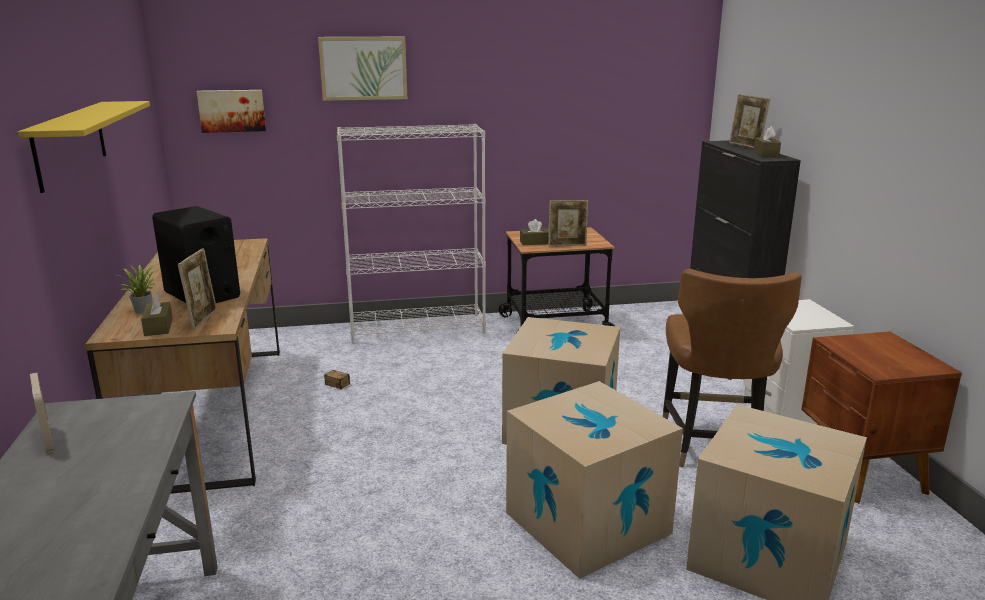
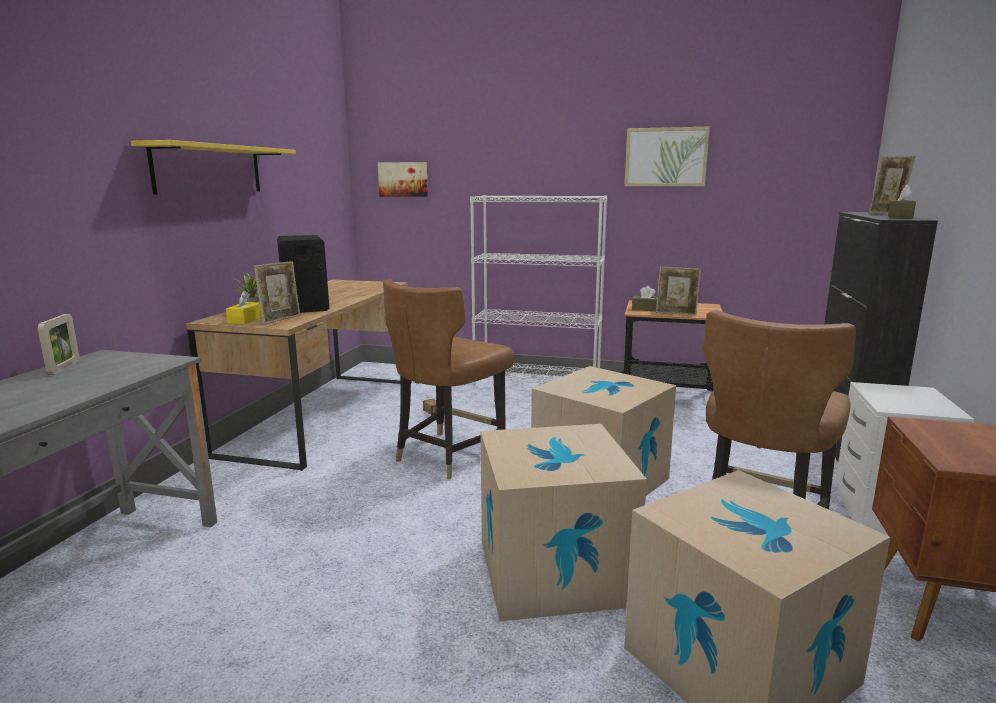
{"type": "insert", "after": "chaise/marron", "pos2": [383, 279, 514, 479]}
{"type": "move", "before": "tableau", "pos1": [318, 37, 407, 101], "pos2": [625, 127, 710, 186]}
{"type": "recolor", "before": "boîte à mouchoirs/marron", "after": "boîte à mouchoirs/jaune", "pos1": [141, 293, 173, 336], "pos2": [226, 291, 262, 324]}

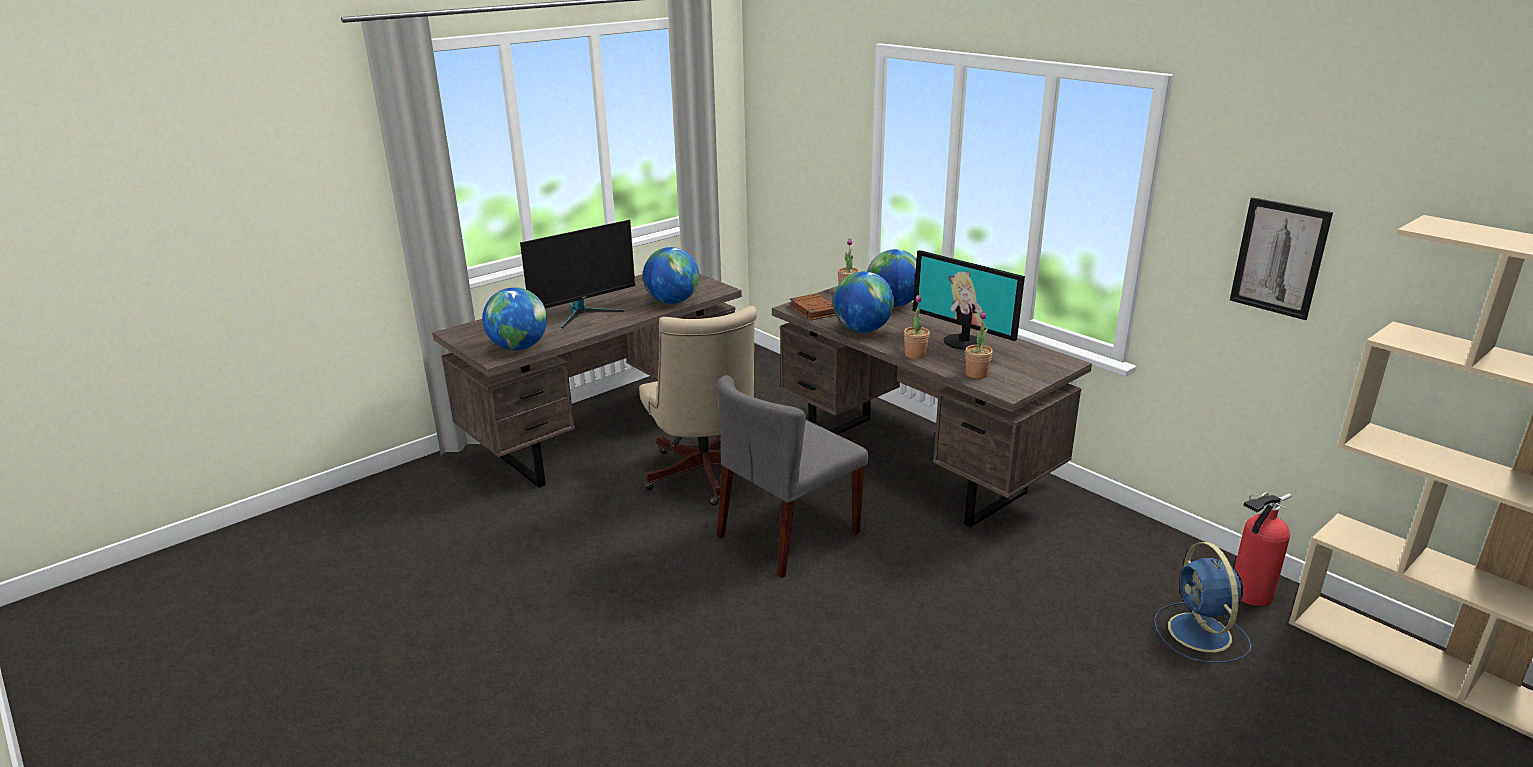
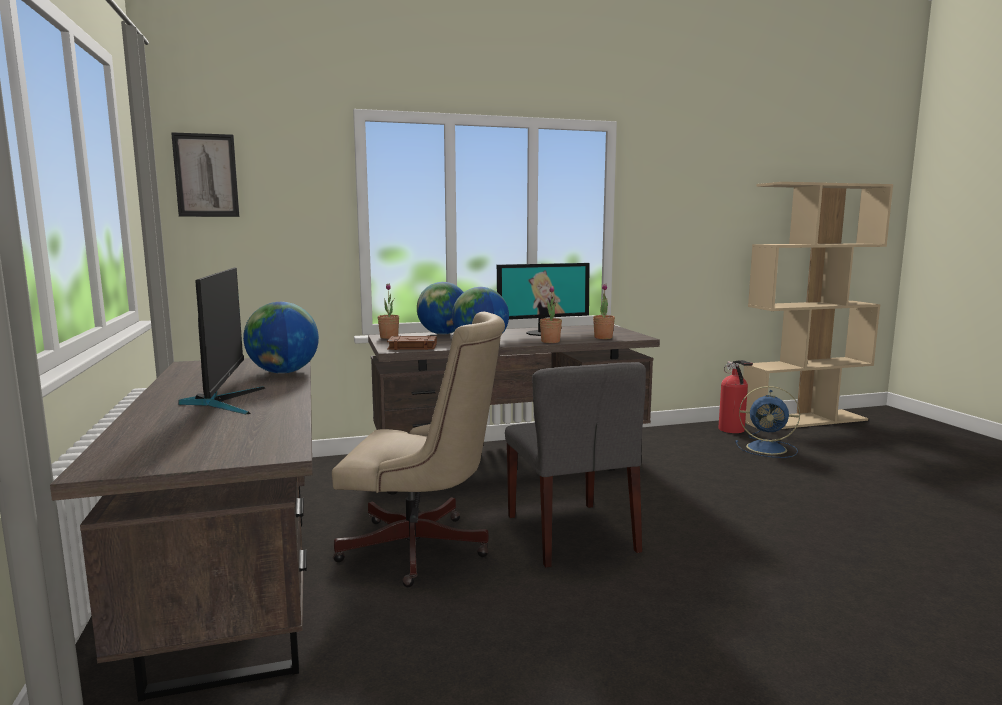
{"type": "delete", "before": "globe", "pos1": [482, 287, 547, 350]}
{"type": "move", "before": "tableau", "pos1": [1230, 197, 1333, 320], "pos2": [171, 132, 239, 217]}

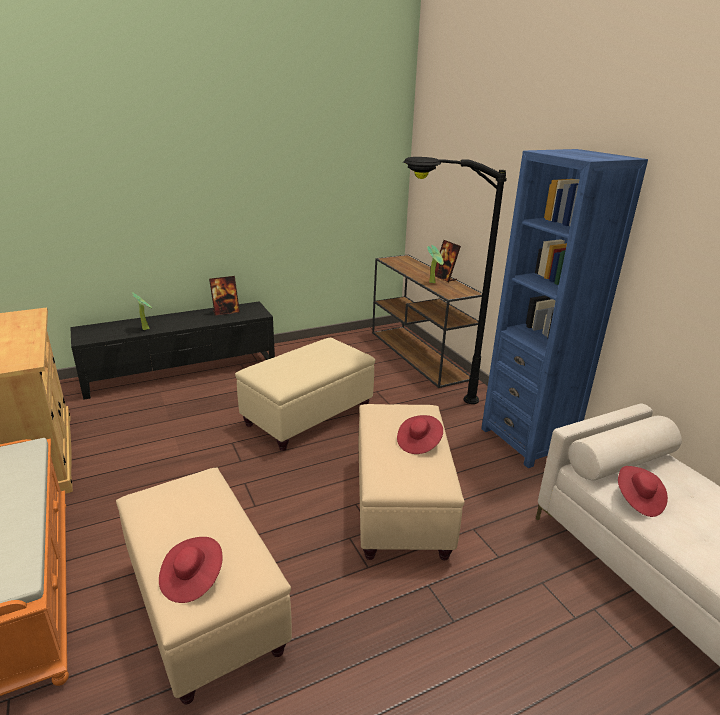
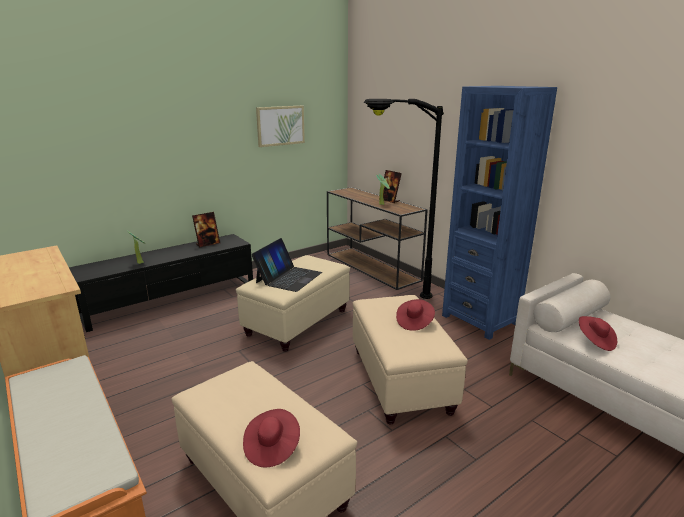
{"type": "insert", "after": "ordinateur portable", "pos2": [251, 238, 322, 292]}
{"type": "insert", "after": "tableau", "pos2": [256, 106, 305, 147]}

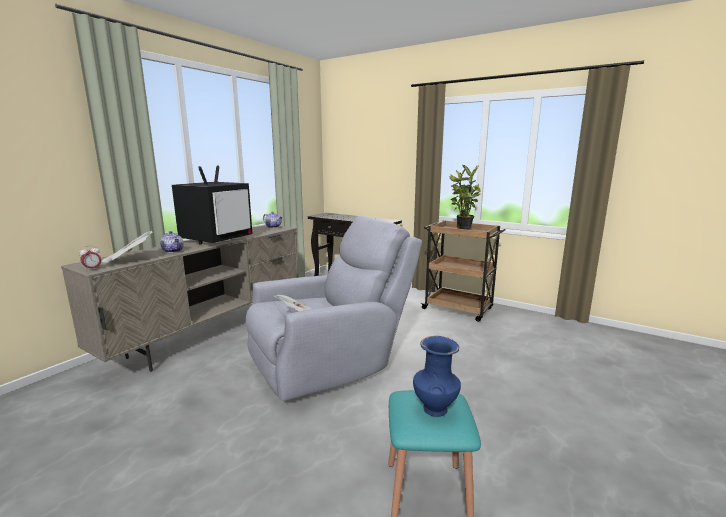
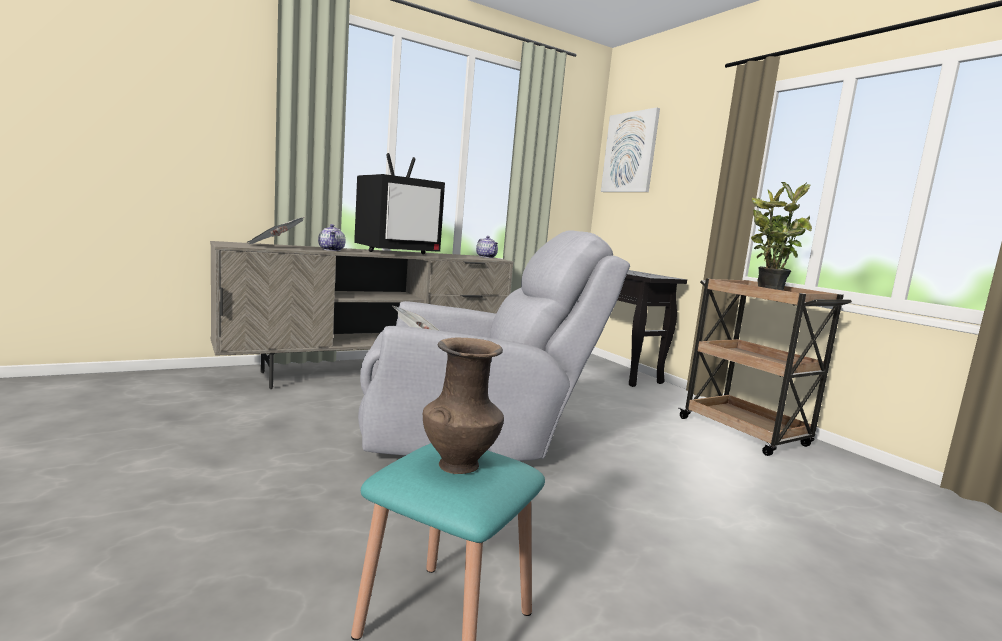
{"type": "delete", "before": "réveil", "pos1": [79, 246, 101, 270]}
{"type": "insert", "after": "tableau", "pos2": [601, 107, 660, 192]}
{"type": "recolor", "before": "vase/bleu", "after": "vase/marron", "pos1": [413, 336, 461, 417], "pos2": [423, 337, 504, 474]}

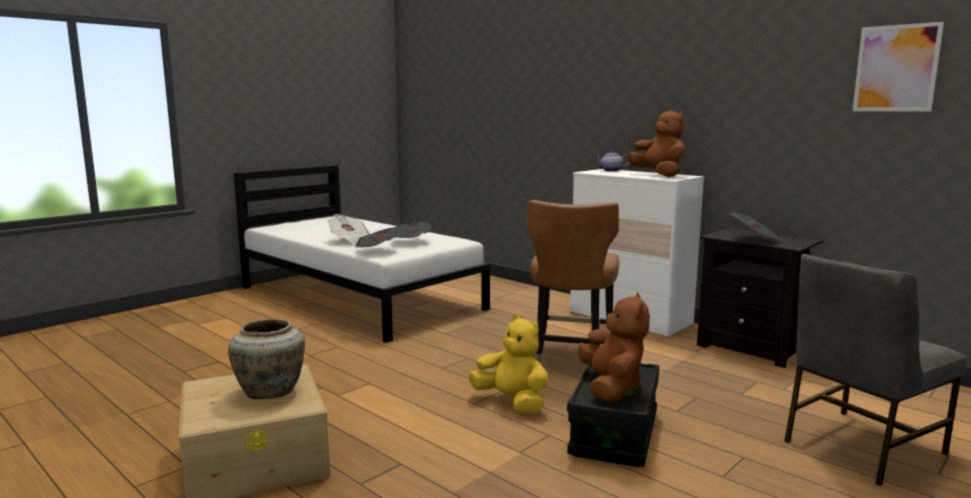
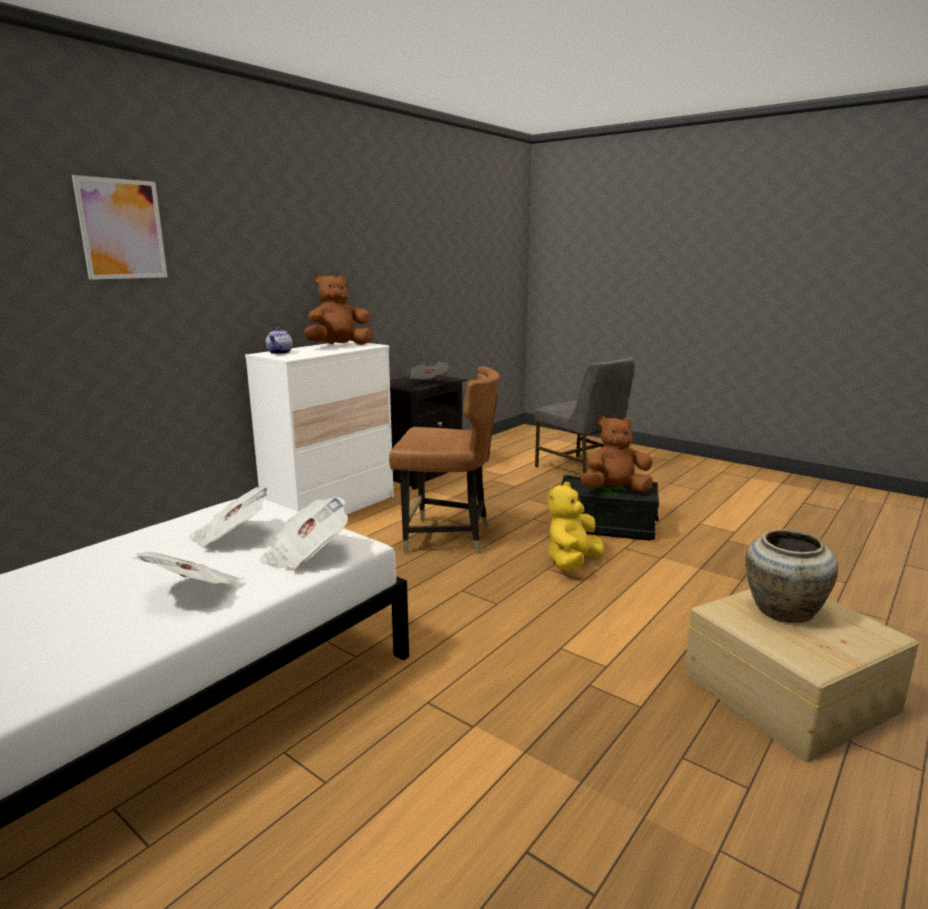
{"type": "move", "before": "tableau", "pos1": [852, 22, 944, 112], "pos2": [72, 175, 167, 280]}

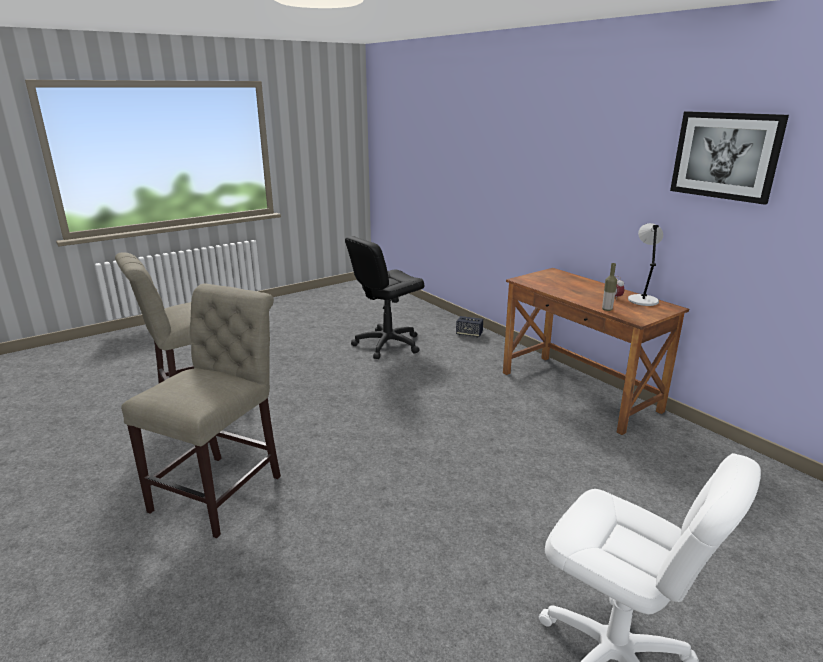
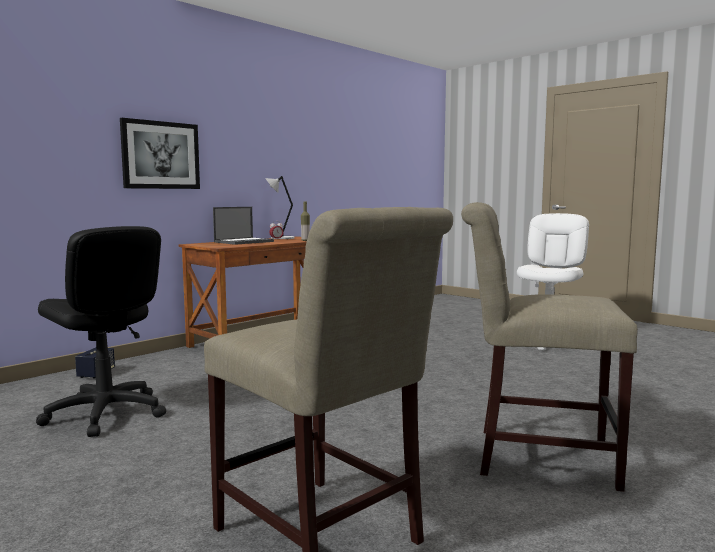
{"type": "insert", "after": "ordinateur portable", "pos2": [213, 207, 274, 245]}
{"type": "move", "before": "tableau", "pos1": [670, 111, 789, 205], "pos2": [120, 118, 200, 189]}

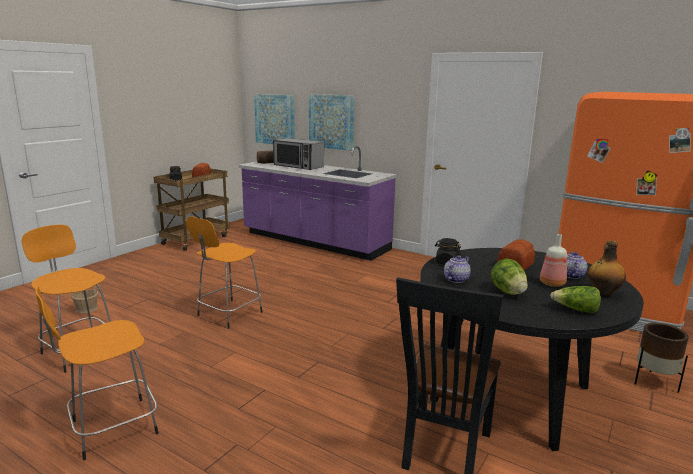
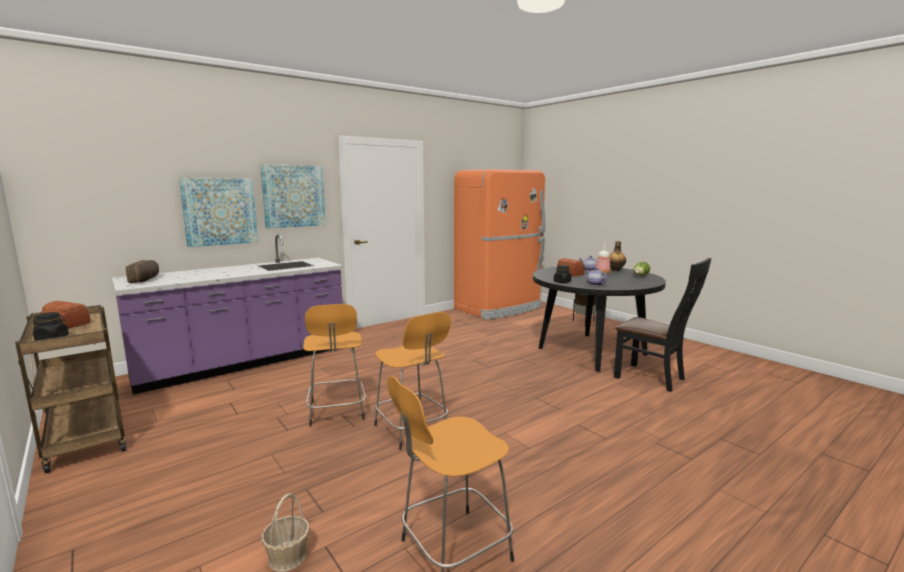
{"type": "delete", "before": "micro-ondes", "pos1": [273, 138, 324, 170]}
{"type": "delete", "before": "laitue", "pos1": [491, 259, 528, 295]}
{"type": "move", "before": "tabouret/orange", "pos1": [35, 286, 159, 460], "pos2": [303, 304, 366, 427]}
{"type": "move", "before": "tableau", "pos1": [254, 94, 295, 144], "pos2": [260, 164, 326, 228]}

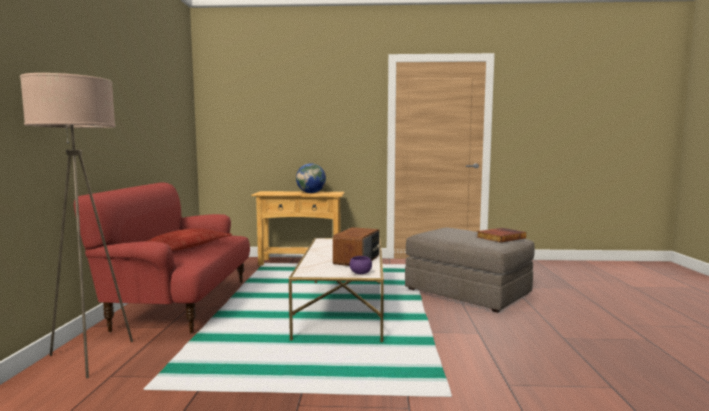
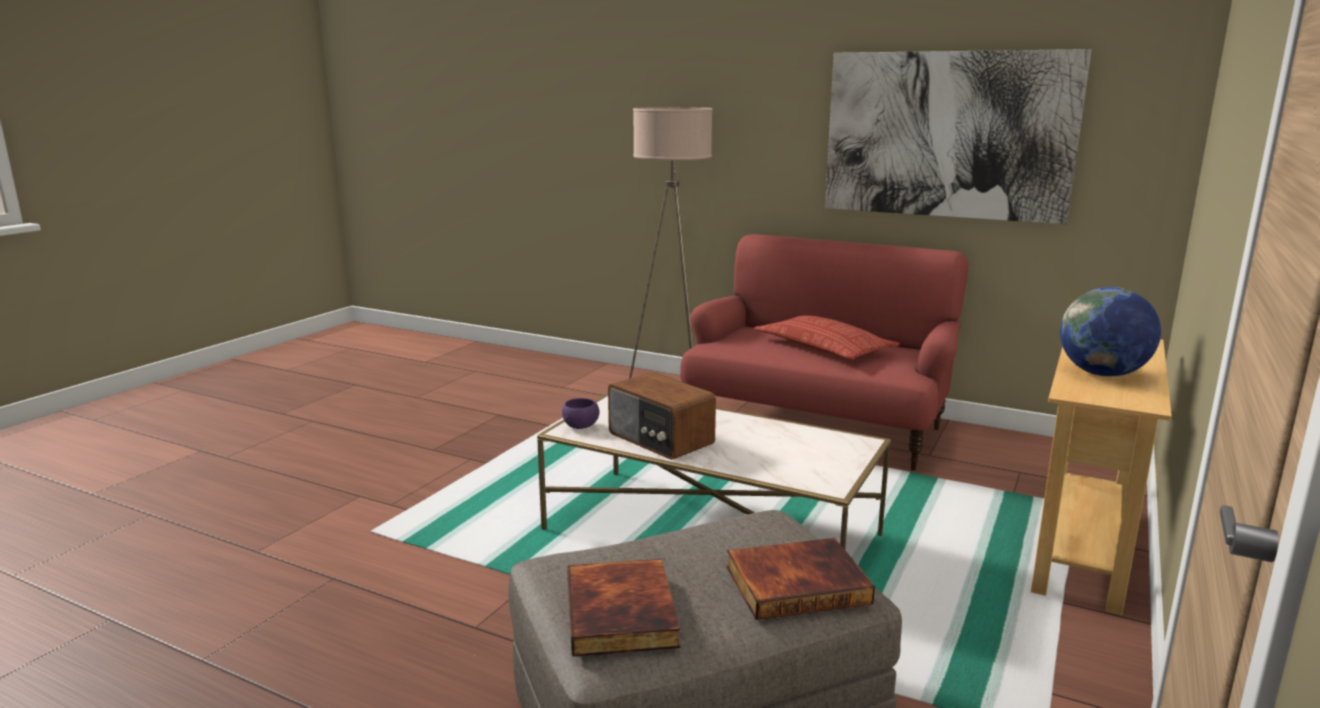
{"type": "insert", "after": "livre", "pos2": [726, 538, 875, 620]}
{"type": "insert", "after": "tableau", "pos2": [825, 49, 1091, 224]}

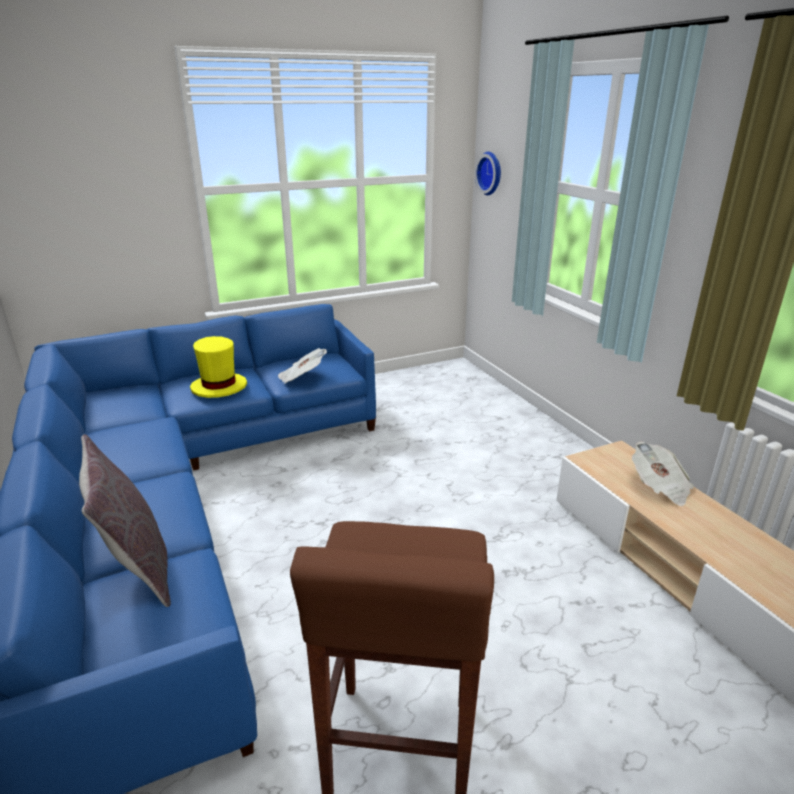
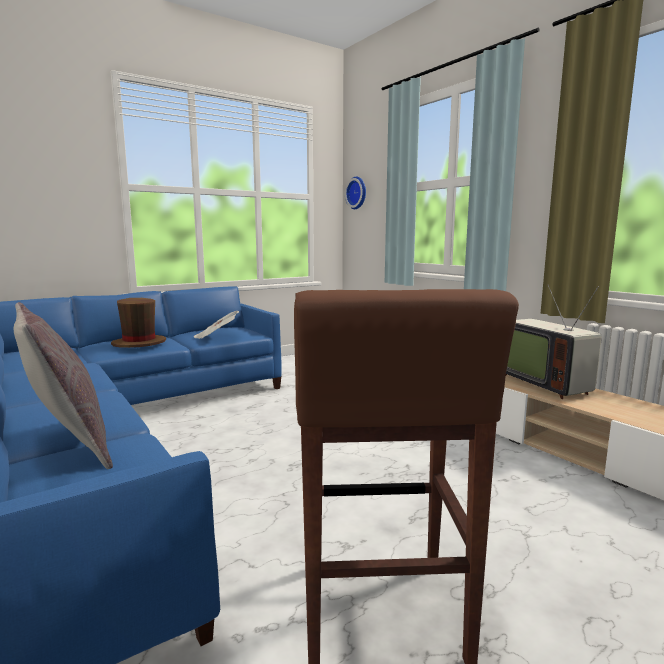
{"type": "replace", "before": "journal", "after": "téléviseur", "pos1": [632, 441, 694, 506], "pos2": [506, 285, 602, 399]}
{"type": "recolor", "before": "chapeau/jaune", "after": "chapeau/marron", "pos1": [190, 336, 247, 398], "pos2": [111, 298, 166, 348]}

